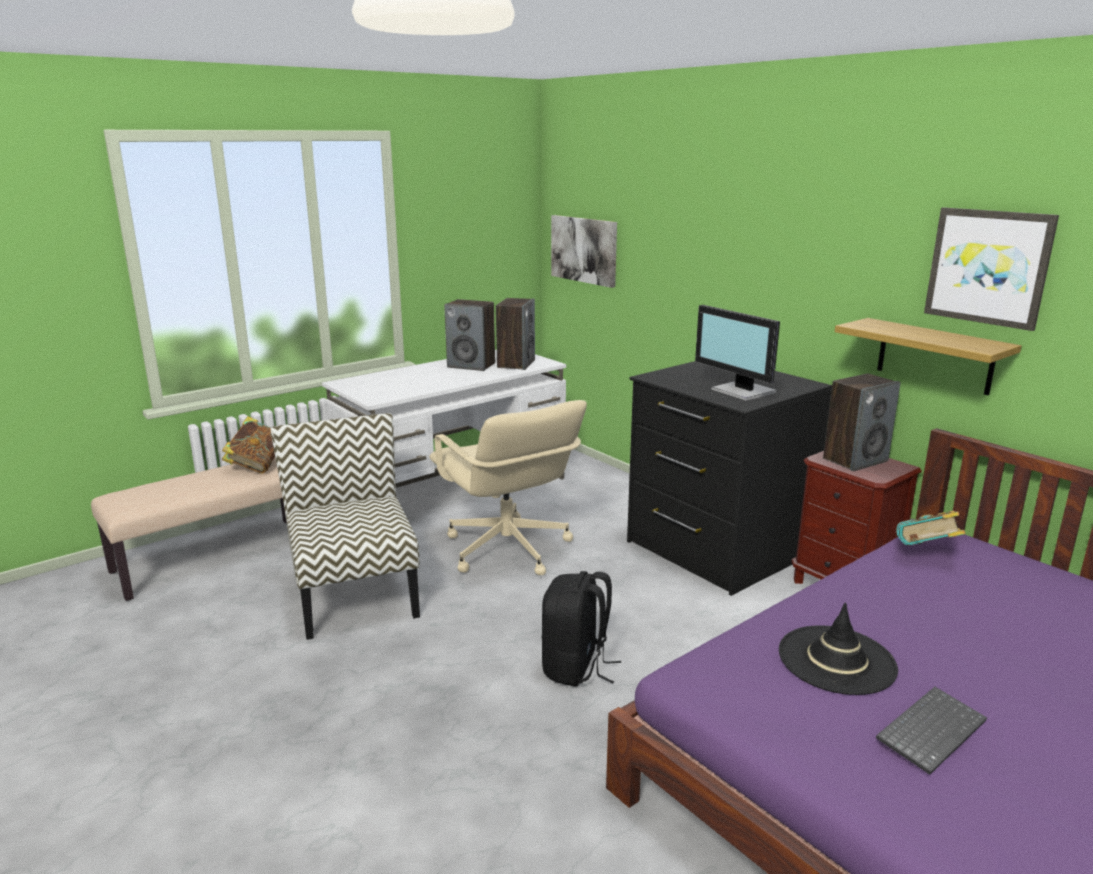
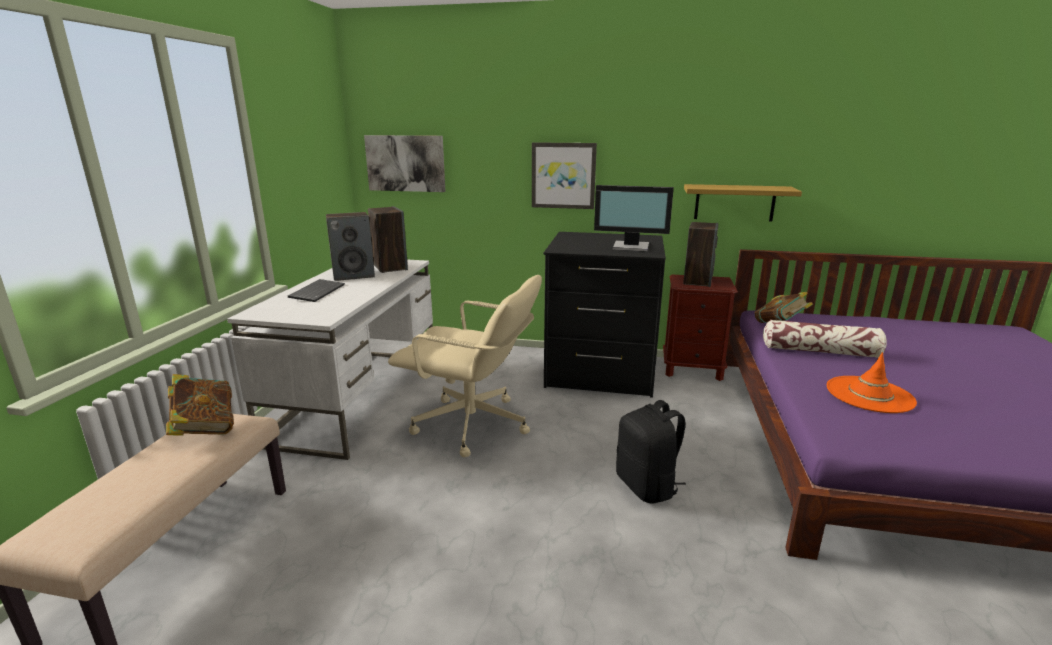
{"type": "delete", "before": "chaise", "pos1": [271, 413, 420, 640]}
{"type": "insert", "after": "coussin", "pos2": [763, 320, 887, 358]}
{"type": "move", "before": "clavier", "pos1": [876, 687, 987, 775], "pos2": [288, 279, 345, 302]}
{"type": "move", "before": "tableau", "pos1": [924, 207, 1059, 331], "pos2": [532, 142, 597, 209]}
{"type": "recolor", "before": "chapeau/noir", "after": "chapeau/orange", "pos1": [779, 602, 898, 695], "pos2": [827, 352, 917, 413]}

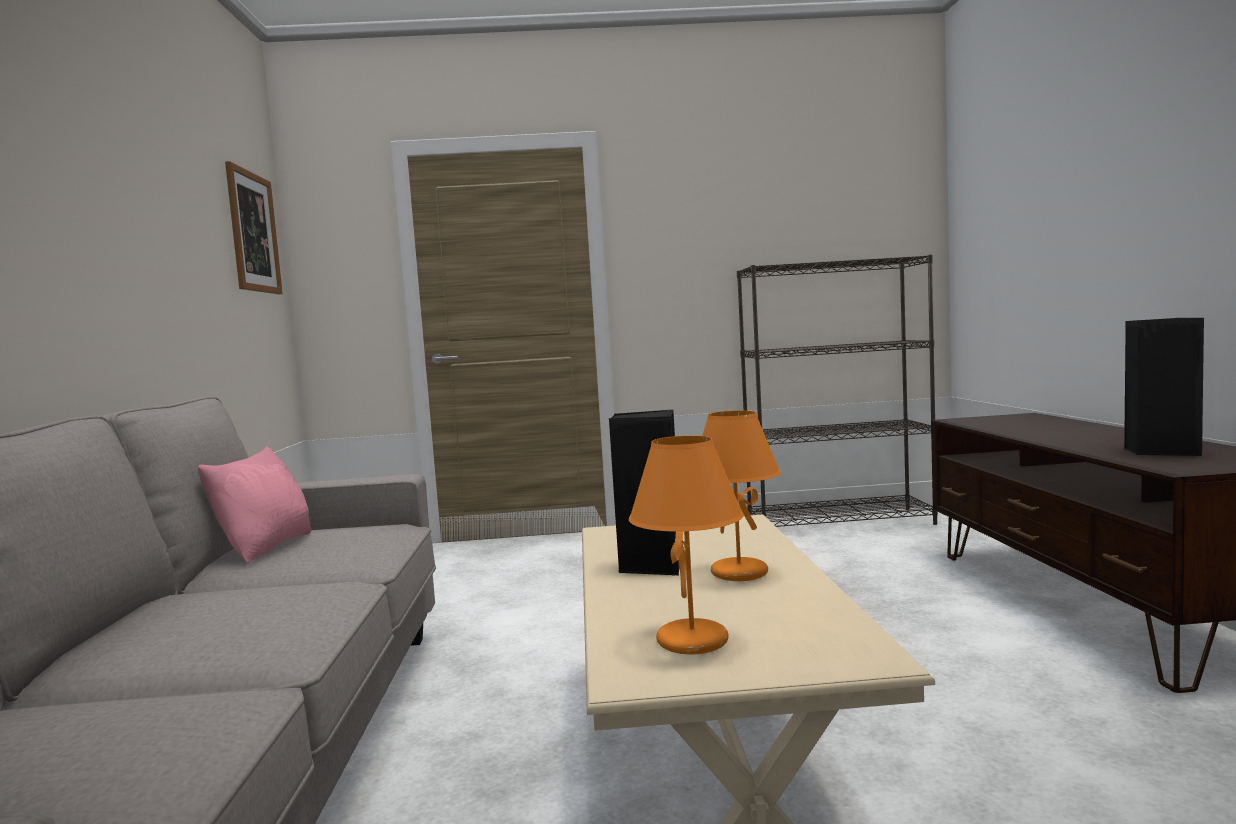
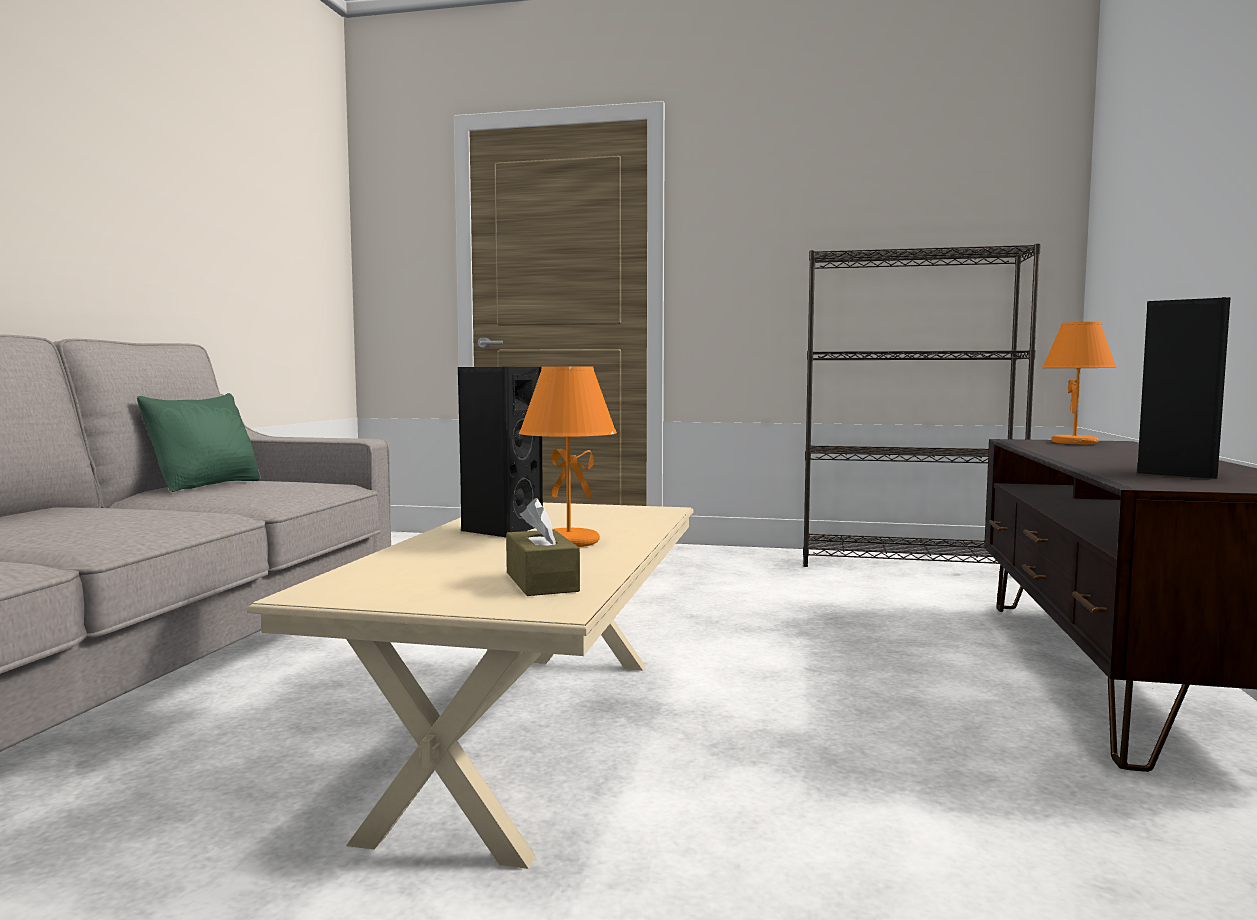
{"type": "delete", "before": "tableau", "pos1": [225, 161, 283, 294]}
{"type": "insert", "after": "boîte à mouchoirs/marron", "pos2": [506, 498, 580, 596]}
{"type": "move", "before": "lampe de table/orange", "pos1": [629, 436, 744, 655], "pos2": [1042, 322, 1117, 444]}
{"type": "recolor", "before": "coussin/rose", "after": "coussin/vert", "pos1": [198, 446, 311, 563], "pos2": [137, 393, 261, 492]}

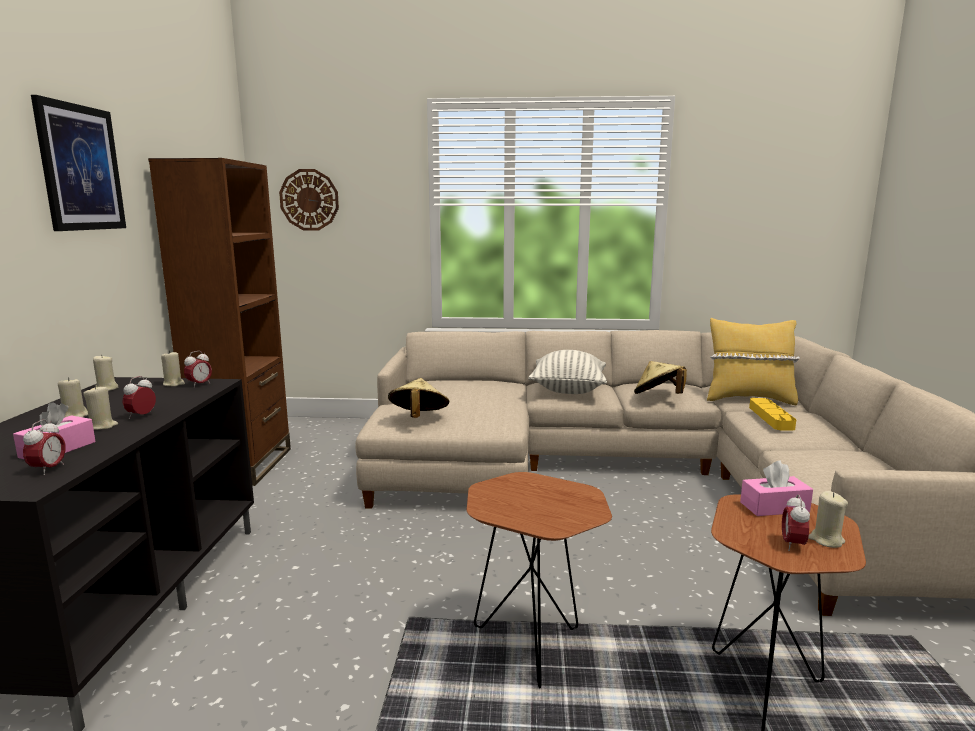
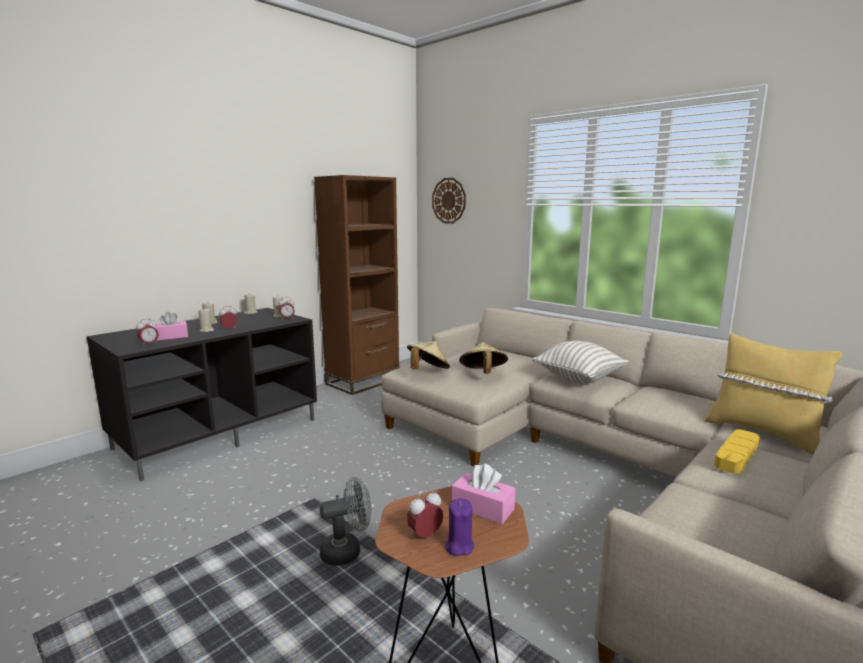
{"type": "delete", "before": "tableau", "pos1": [31, 95, 126, 231]}
{"type": "move", "before": "chapeau/beige", "pos1": [634, 361, 687, 394], "pos2": [459, 342, 508, 374]}
{"type": "replace", "before": "table d'appoint/marron", "after": "ventilateur/gris", "pos1": [467, 472, 612, 688], "pos2": [320, 477, 372, 566]}
{"type": "recolor", "before": "bougie/beige", "after": "bougie/violet", "pos1": [808, 491, 848, 548], "pos2": [445, 498, 474, 556]}

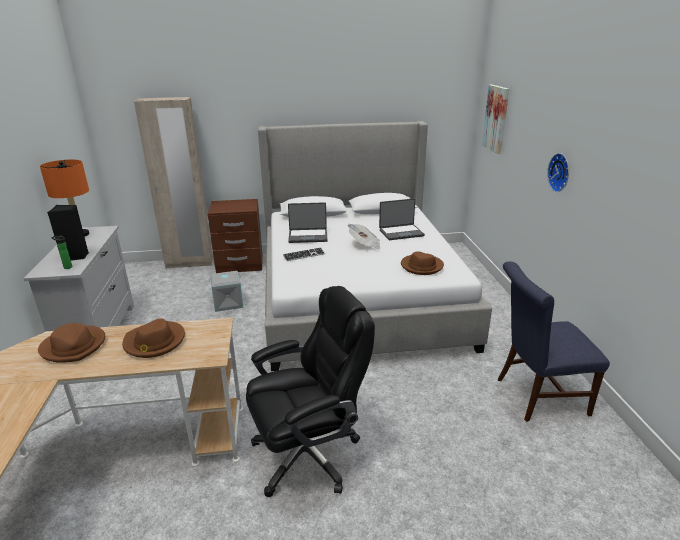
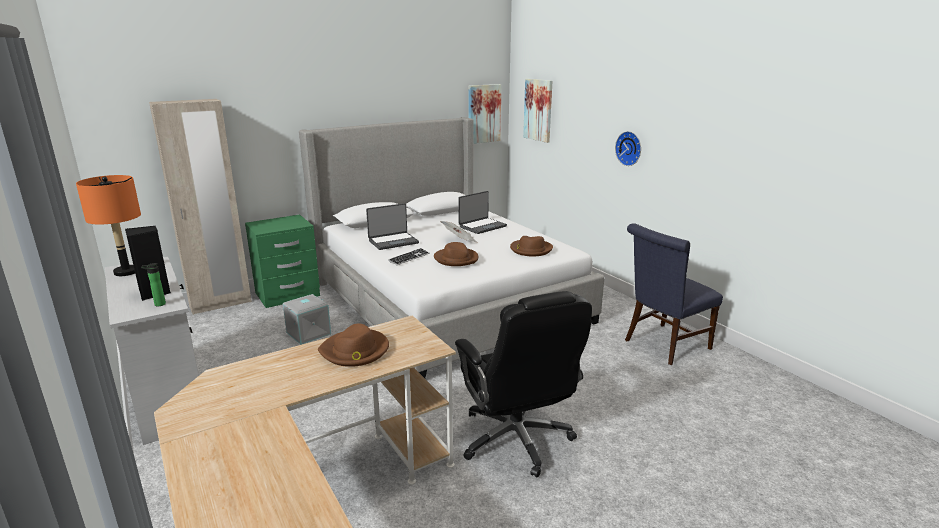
{"type": "insert", "after": "tableau", "pos2": [469, 84, 502, 144]}
{"type": "move", "before": "chapeau/marron", "pos1": [38, 323, 105, 363], "pos2": [434, 242, 478, 266]}
{"type": "recolor", "before": "table de chevet/marron", "after": "table de chevet/vert", "pos1": [208, 199, 263, 273], "pos2": [245, 215, 320, 308]}
{"type": "rotate", "before": "chaise de bureau/noir", "pos1": [246, 286, 375, 497], "pos2": [455, 291, 592, 477], "turn": 120}

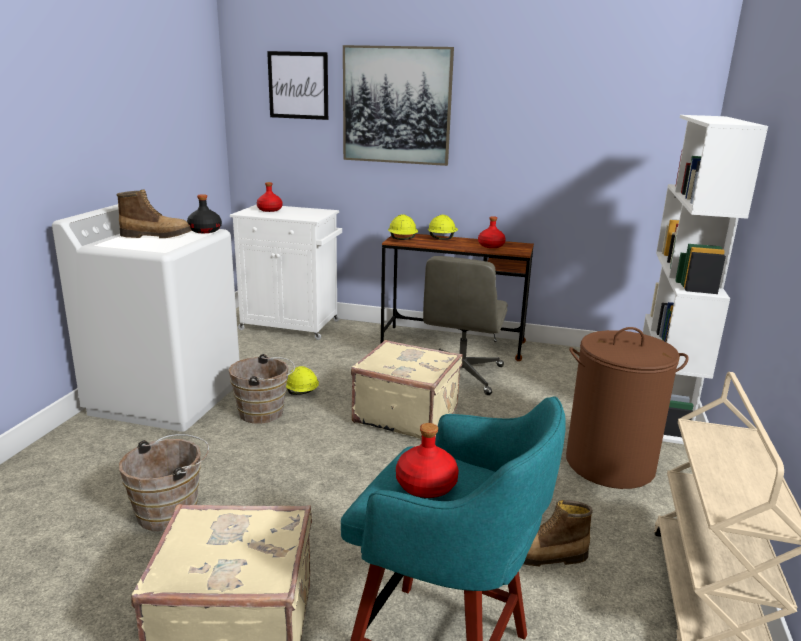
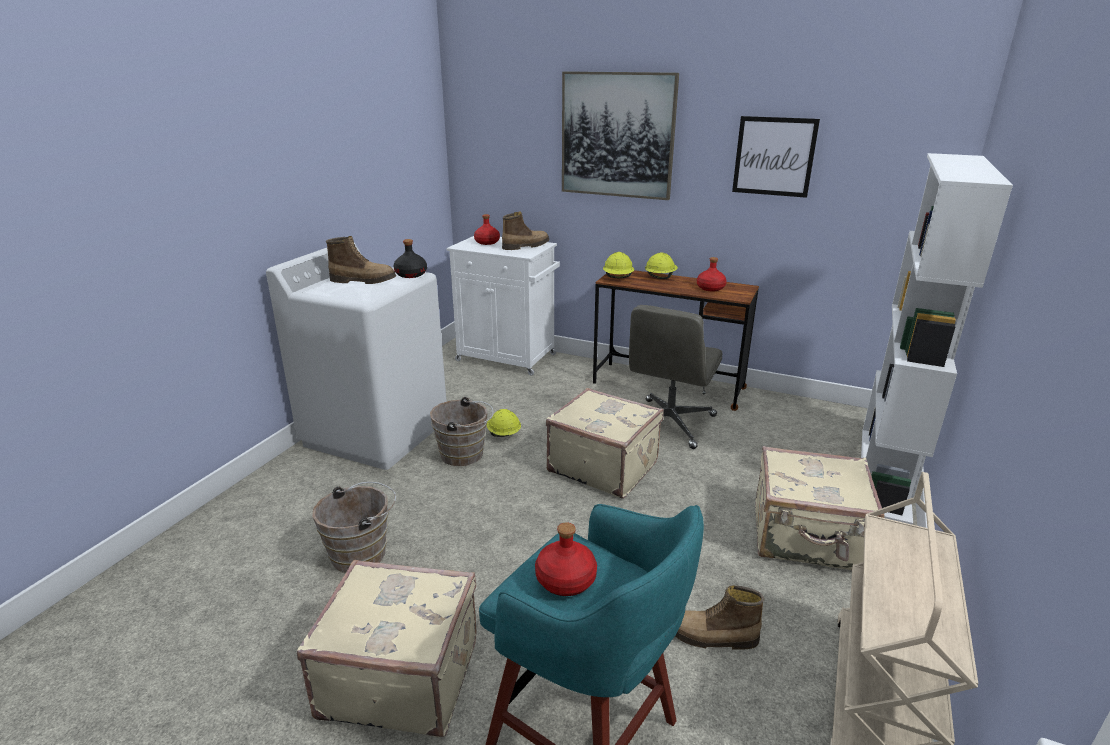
{"type": "insert", "after": "botte", "pos2": [502, 212, 549, 250]}
{"type": "move", "before": "tableau", "pos1": [267, 51, 328, 120], "pos2": [732, 116, 820, 198]}
{"type": "replace", "before": "panier à linge/marron", "after": "valise/beige", "pos1": [566, 327, 688, 489], "pos2": [755, 446, 885, 570]}

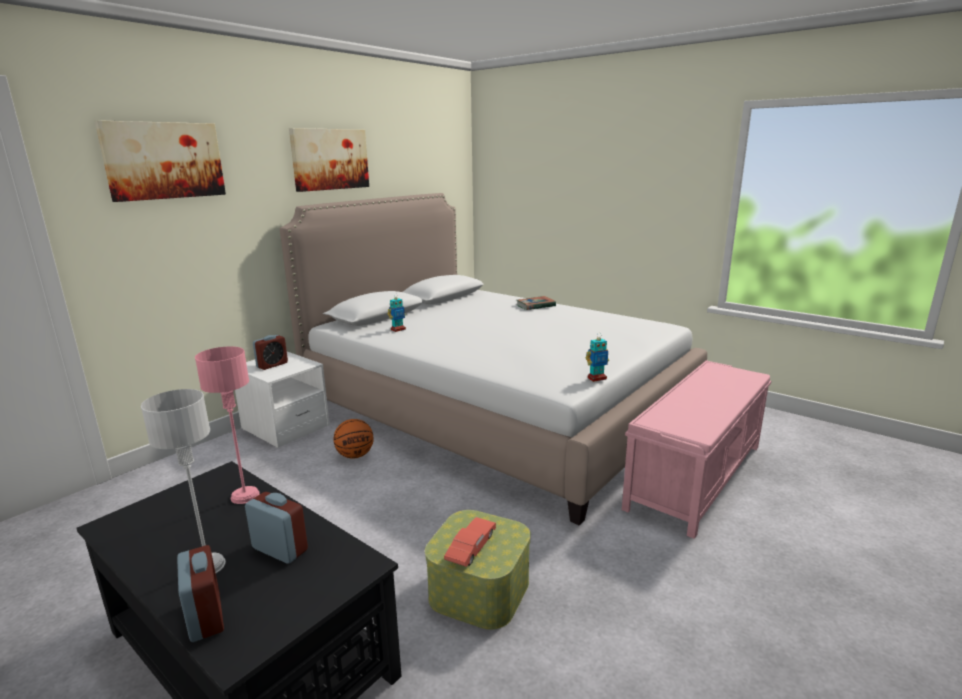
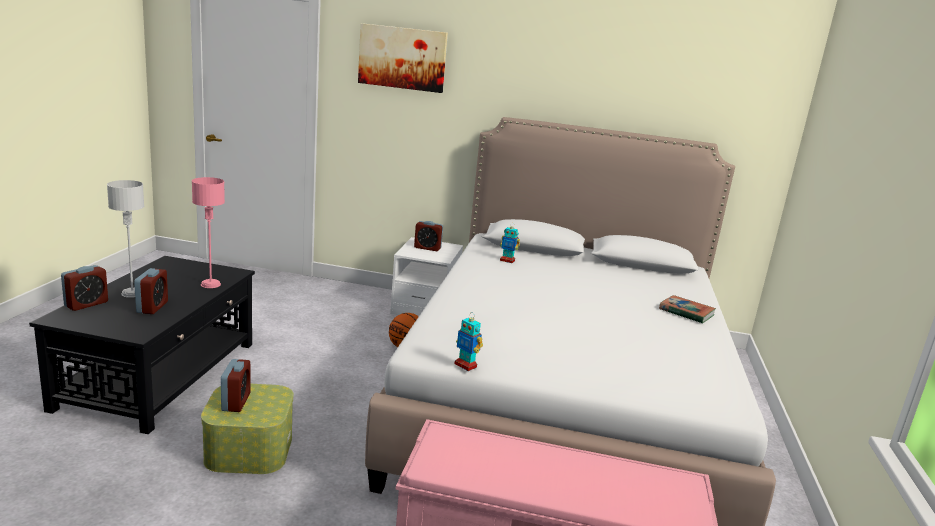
{"type": "delete", "before": "tableau", "pos1": [289, 128, 369, 192]}
{"type": "replace", "before": "petite voiture/rouge", "after": "réveil", "pos1": [444, 517, 496, 567], "pos2": [221, 359, 251, 412]}

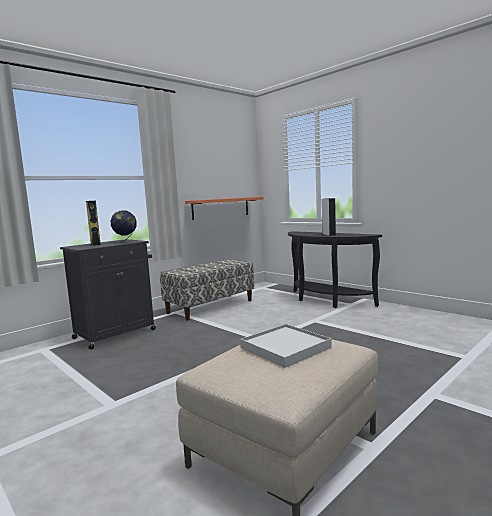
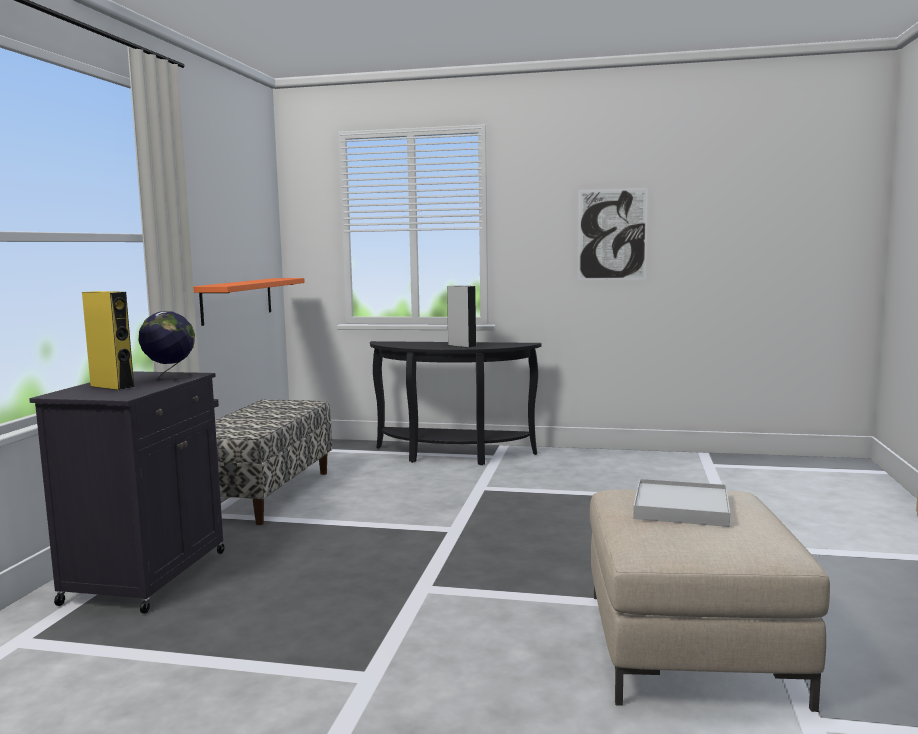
{"type": "insert", "after": "tableau", "pos2": [578, 188, 648, 280]}

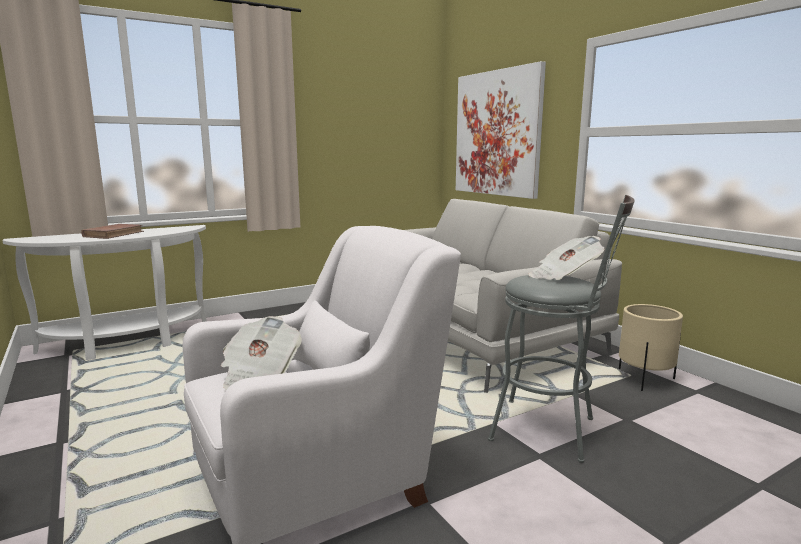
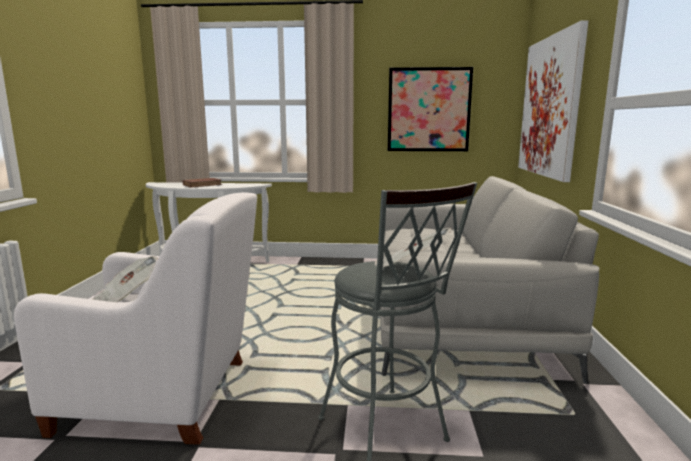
{"type": "delete", "before": "cache-pot/beige", "pos1": [619, 304, 683, 391]}
{"type": "insert", "after": "tableau", "pos2": [388, 67, 473, 151]}

